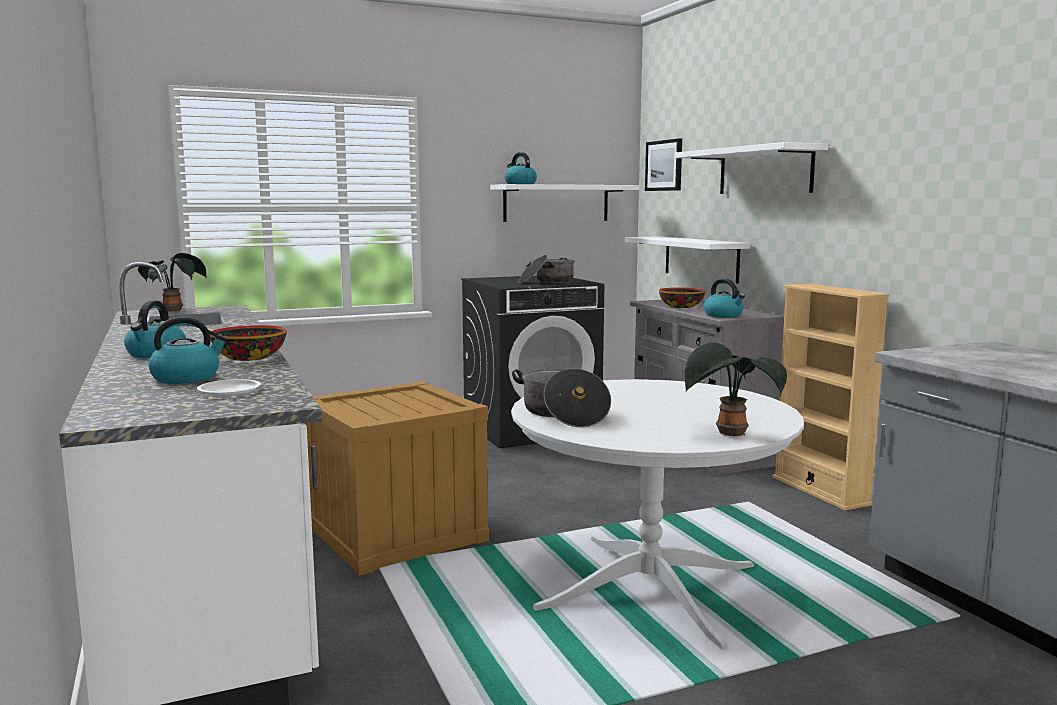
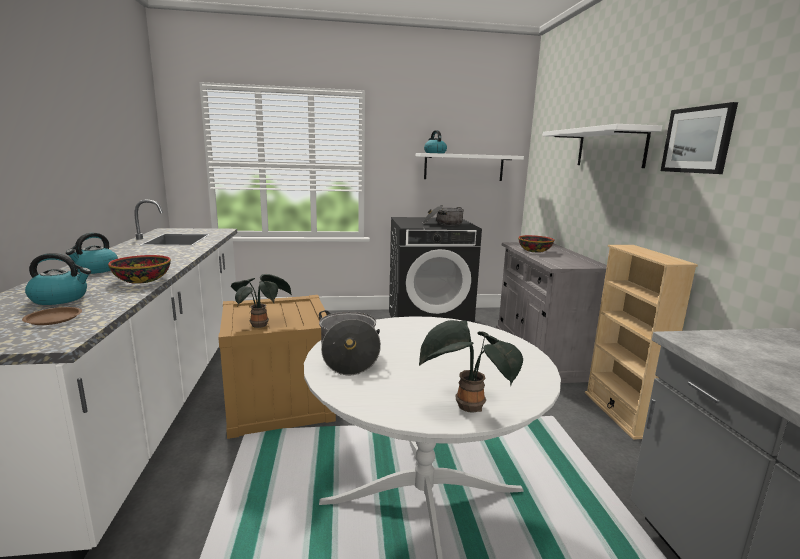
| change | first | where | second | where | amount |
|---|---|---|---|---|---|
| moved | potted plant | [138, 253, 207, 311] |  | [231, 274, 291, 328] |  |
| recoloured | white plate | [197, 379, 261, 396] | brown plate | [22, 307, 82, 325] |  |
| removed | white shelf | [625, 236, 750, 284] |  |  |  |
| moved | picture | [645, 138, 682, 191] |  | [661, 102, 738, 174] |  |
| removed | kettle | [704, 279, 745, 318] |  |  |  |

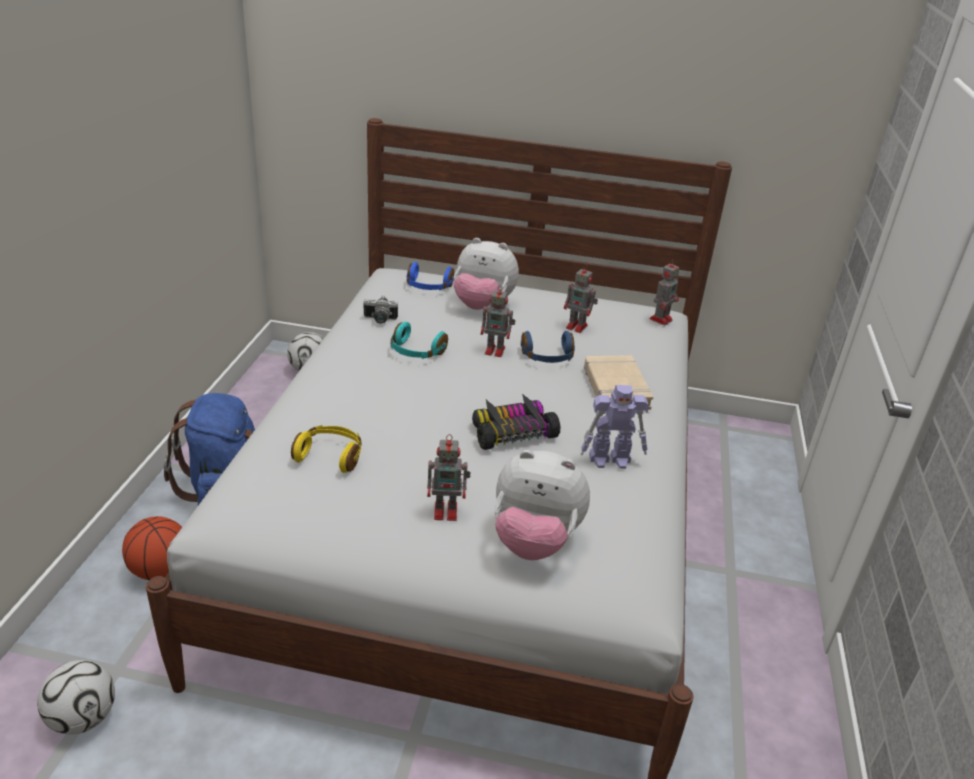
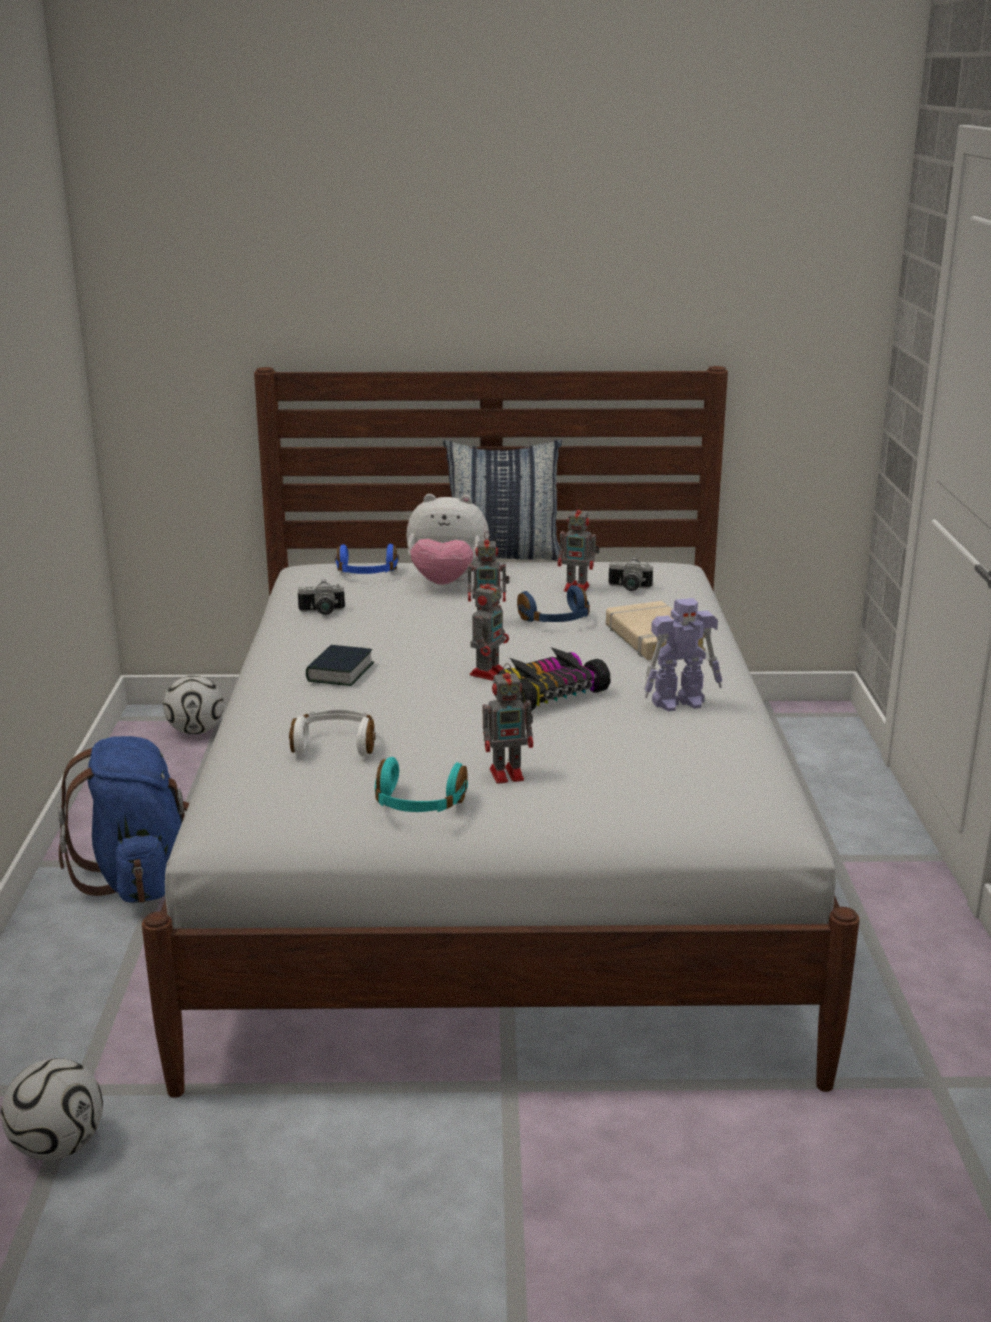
| change | first | where | second | where | amount |
|---|---|---|---|---|---|
| removed | basketball | [122, 516, 182, 580] |  |  |  |
| recoloured | yellow headphones | [291, 425, 362, 473] | white headphones | [289, 709, 376, 757] |  |
| moved | turquoise headphones | [391, 322, 448, 359] |  | [375, 757, 468, 812] |  |
| removed | plush toy | [494, 450, 590, 560] |  |  |  |
| moved | toy robot | [650, 259, 679, 325] |  | [470, 575, 509, 681] |  |
| added |  |  | book | [306, 645, 374, 686] |  |
| added |  |  | pillow | [443, 439, 562, 561] |  |
| added |  |  | photo camera | [609, 557, 653, 591] |  |

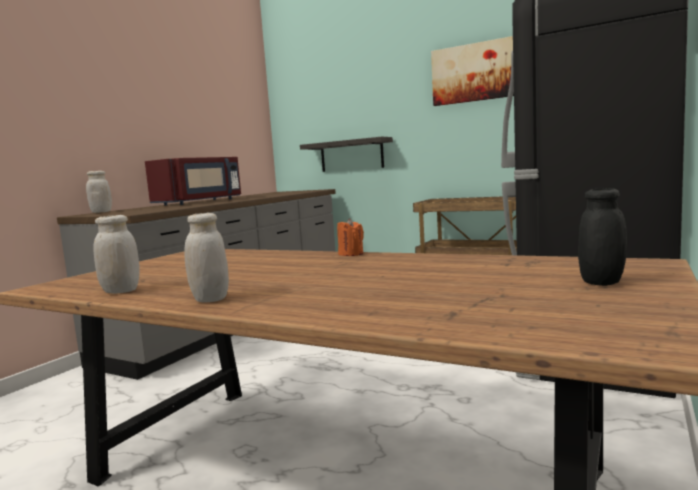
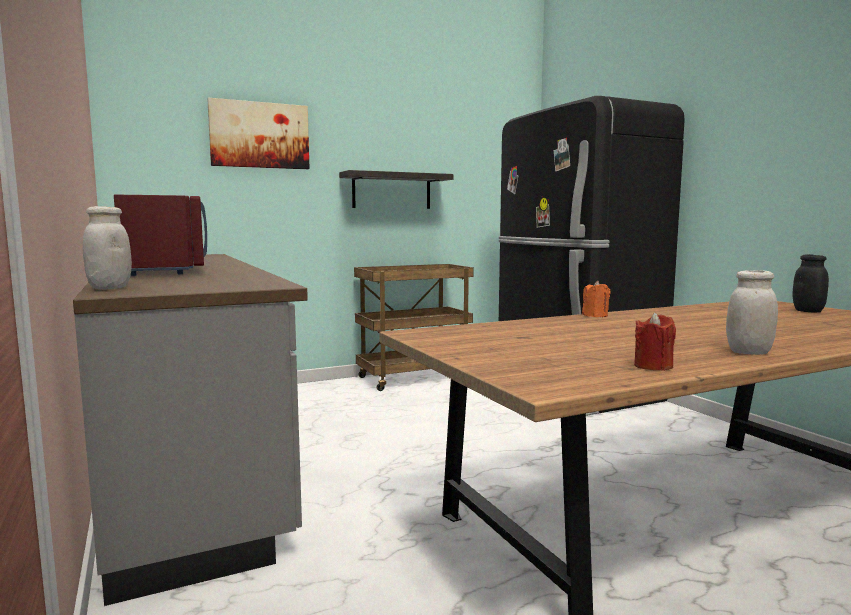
| change | first | where | second | where | amount |
|---|---|---|---|---|---|
| replaced | white jar | [93, 215, 140, 294] | red candle | [634, 312, 676, 371] |  |
| moved | shelf | [300, 137, 393, 172] |  | [339, 170, 453, 209] |  |
| moved | picture | [431, 36, 514, 106] |  | [207, 98, 310, 169] |  |

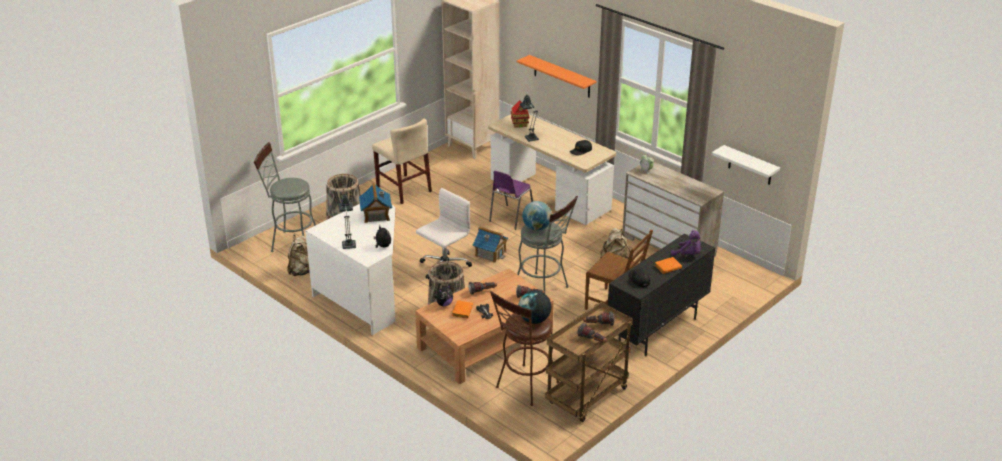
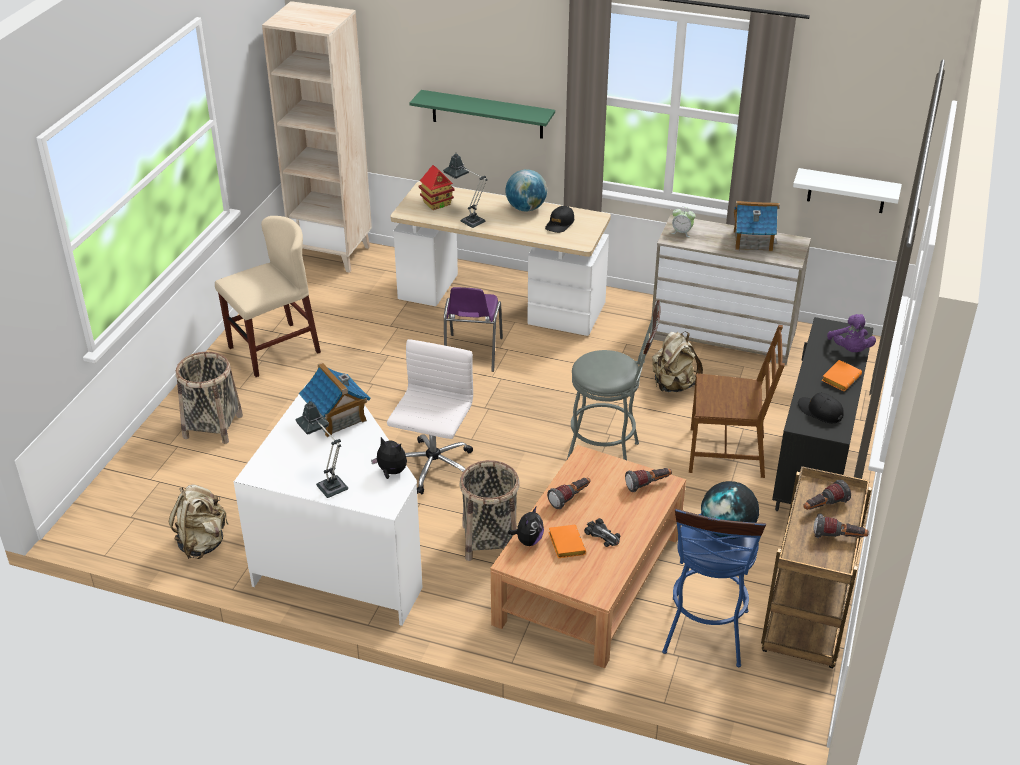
| change | first | where | second | where | amount |
|---|---|---|---|---|---|
| removed | grey stool | [254, 142, 316, 252] |  |  |  |
| turned | beige chair | [372, 119, 432, 204] |  | [215, 216, 321, 377] | 60 degrees counterclockwise |
| moved | toy house | [473, 227, 508, 263] |  | [734, 201, 780, 252] |  |
| recoloured | brown stool | [490, 291, 559, 406] | blue stool | [662, 508, 766, 667] |  |
| recoloured | orange shelf | [517, 55, 597, 98] | green shelf | [410, 90, 555, 139] |  |
| moved | globe | [522, 201, 552, 231] |  | [506, 169, 547, 211] |  |
| turned | purple plush toy | [671, 230, 701, 256] |  | [827, 314, 876, 352] | 75 degrees clockwise |

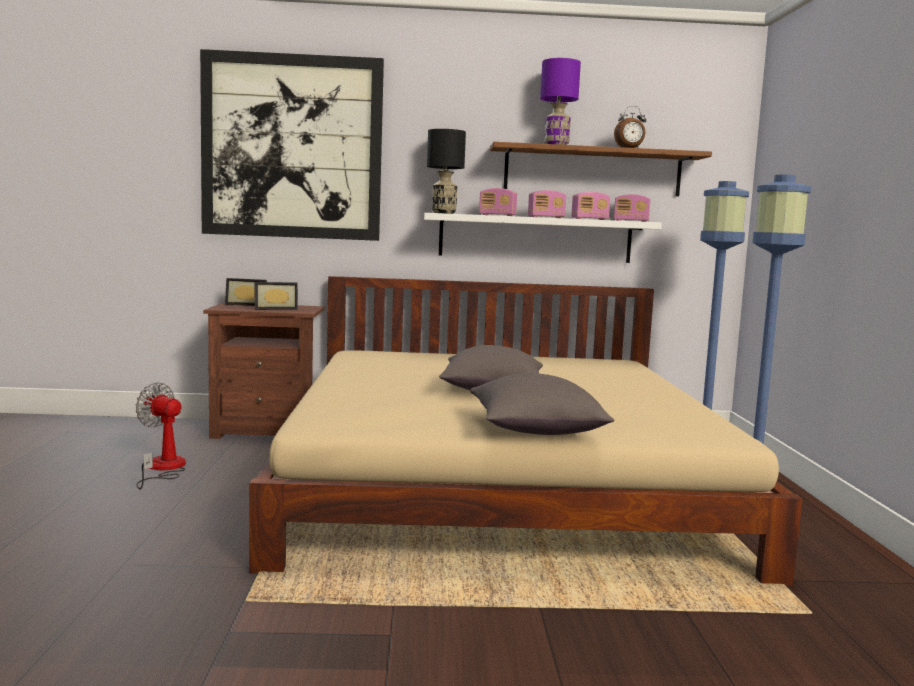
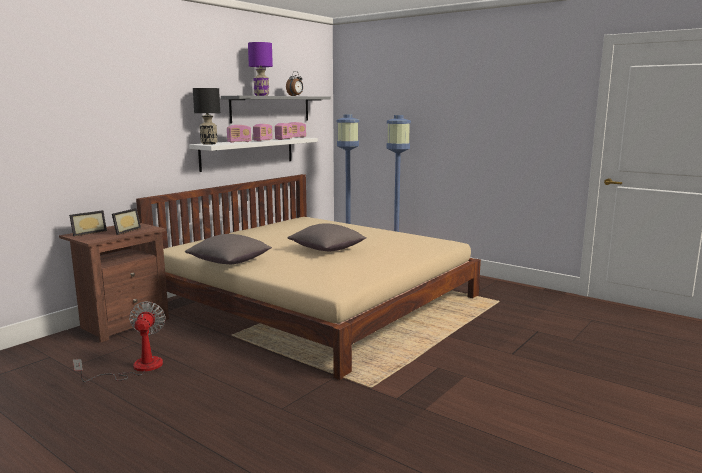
| change | first | where | second | where | amount |
|---|---|---|---|---|---|
| turned | fan | [136, 382, 186, 489] |  | [73, 301, 166, 382] | 105 degrees clockwise |
| removed | picture | [200, 49, 384, 241] |  |  |  |
| moved | grey pillow | [470, 373, 614, 435] |  | [185, 234, 272, 264] |  |
| recoloured | brown shelf | [490, 142, 712, 196] | grey shelf | [221, 96, 331, 124] |  |

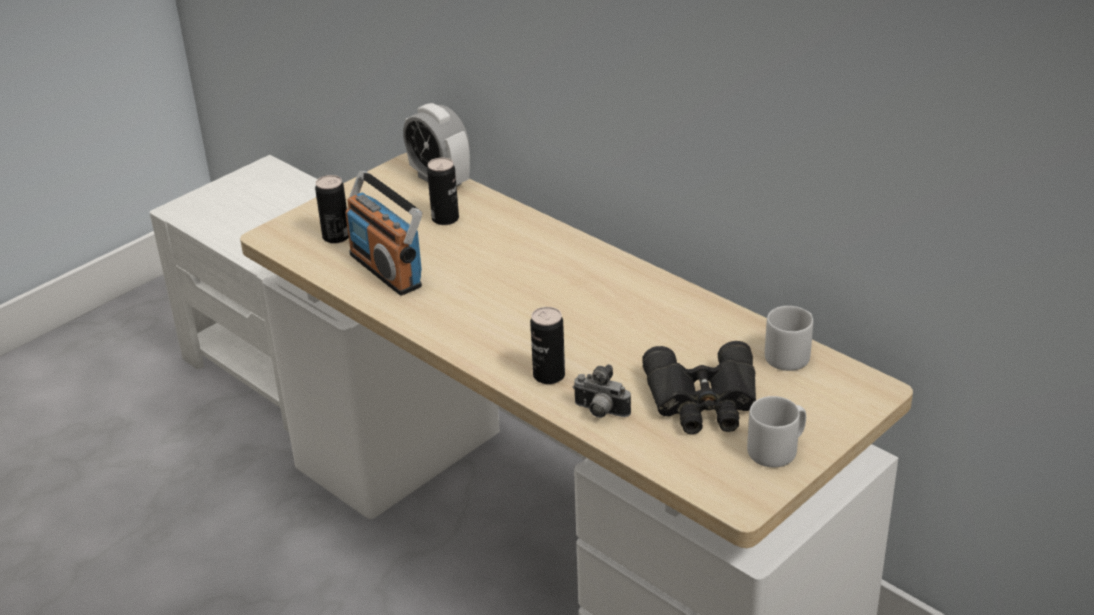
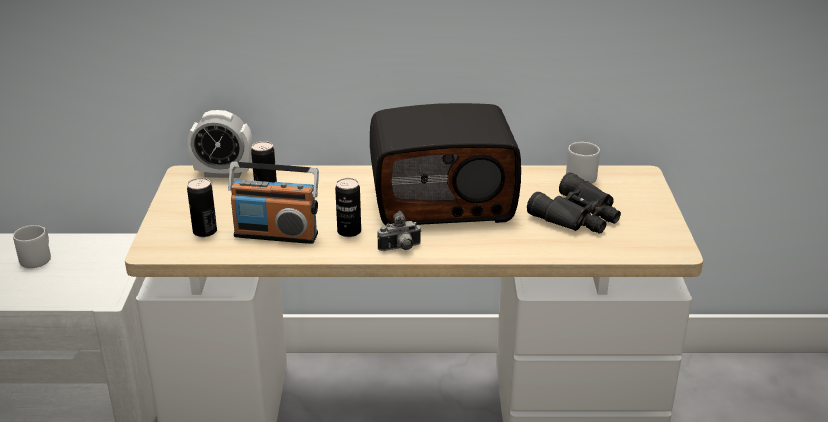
| change | first | where | second | where | amount |
|---|---|---|---|---|---|
| moved | can | [530, 307, 565, 384] |  | [335, 178, 361, 237] |  |
| moved | photo camera | [573, 364, 631, 418] |  | [377, 211, 422, 251] |  |
| moved | grey mug | [747, 396, 806, 468] |  | [13, 225, 51, 268] |  |
| added |  |  | radio | [370, 103, 521, 225] |  |

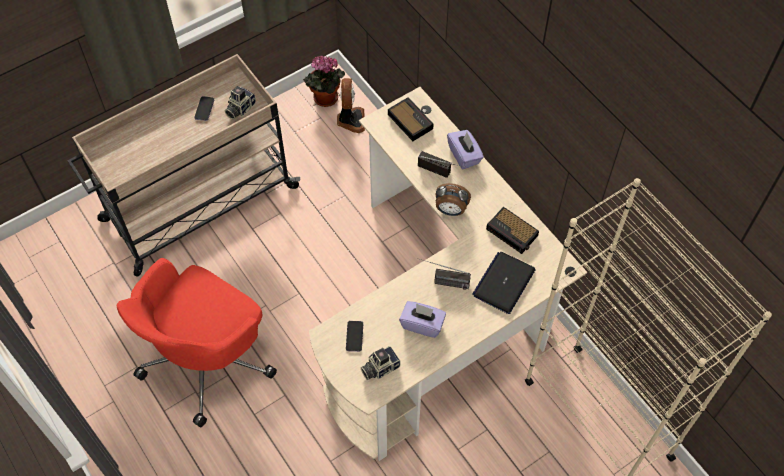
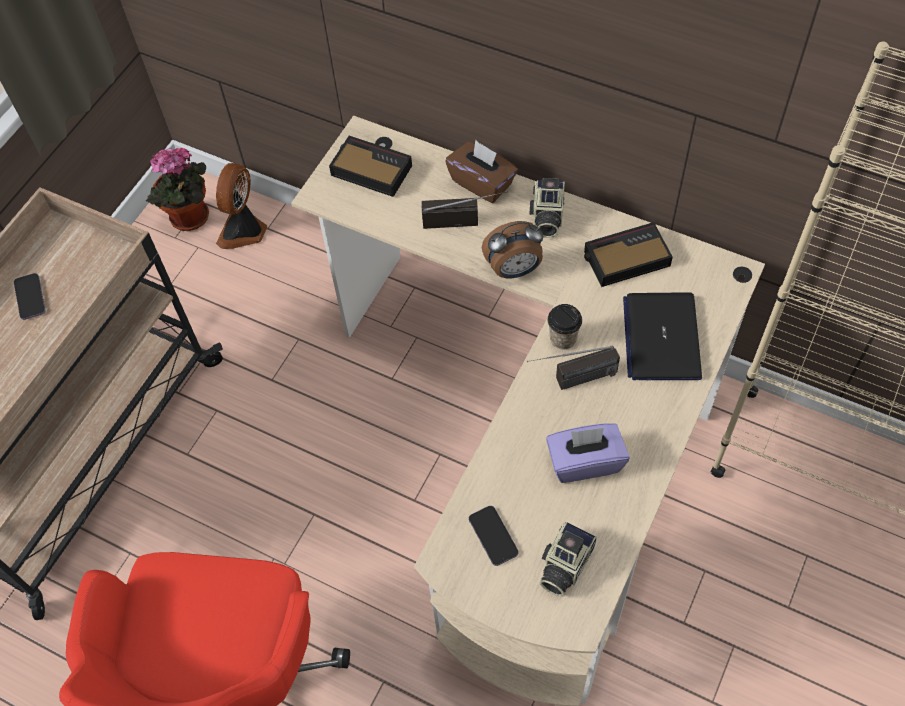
| change | first | where | second | where | amount |
|---|---|---|---|---|---|
| moved | photo camera | [225, 86, 256, 119] |  | [529, 178, 565, 237] |  |
| turned | fan | [337, 78, 365, 133] |  | [216, 163, 267, 249] | 135 degrees counterclockwise |
| recoloured | purple tissue box | [447, 130, 484, 169] | brown tissue box | [445, 140, 518, 203] |  |
| turned | alarm clock | [486, 207, 539, 254] |  | [584, 222, 673, 287] | 150 degrees clockwise |
| added |  |  | cup | [548, 304, 582, 350] |  |

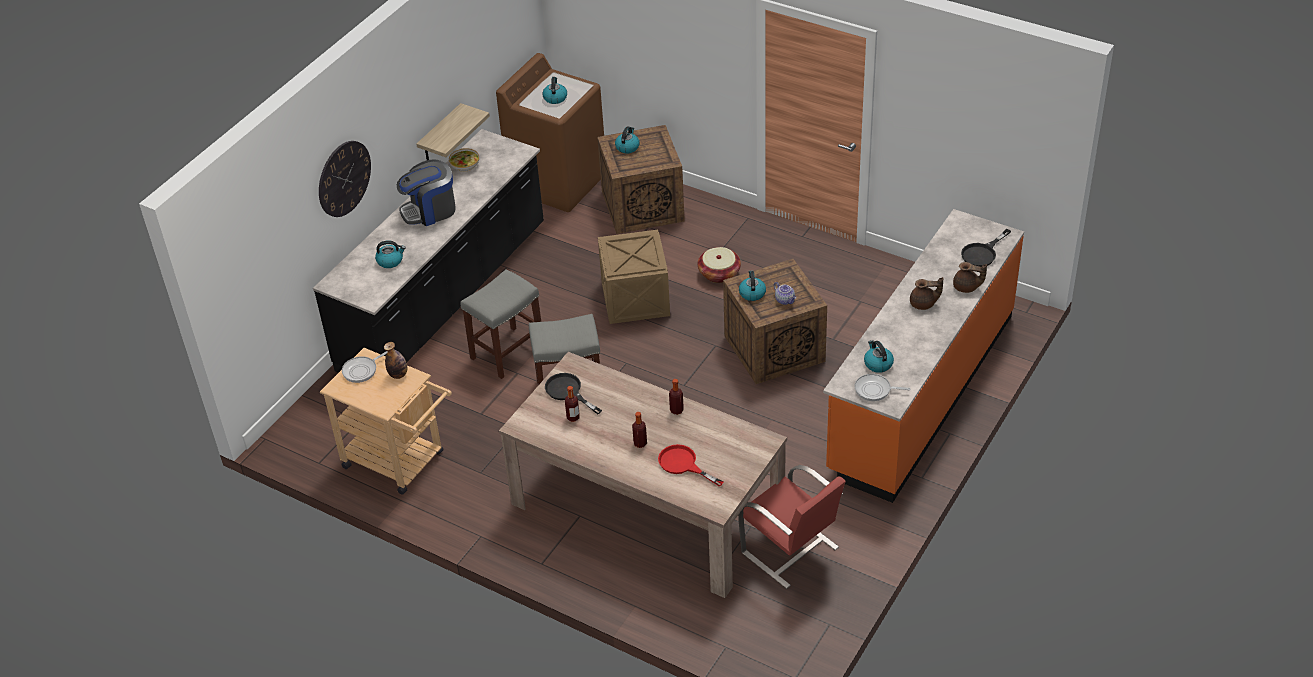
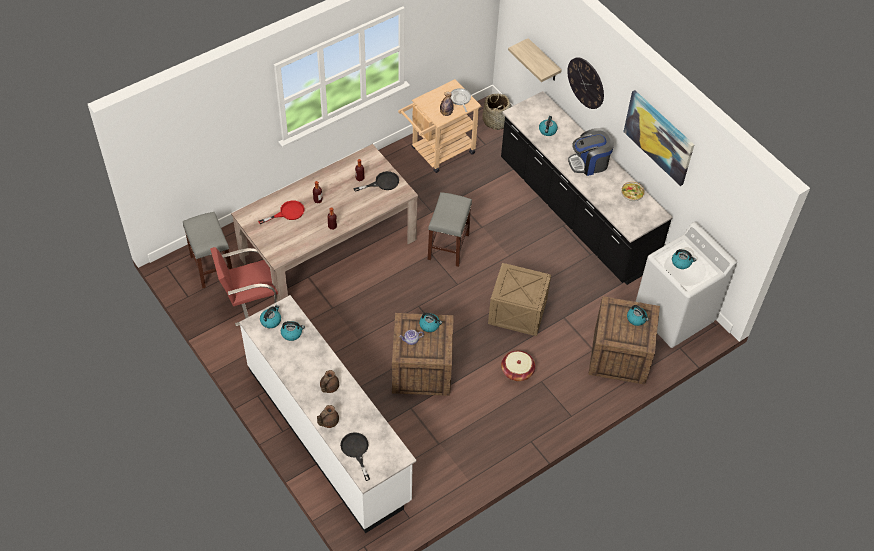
| change | first | where | second | where | amount |
|---|---|---|---|---|---|
| turned | coffee machine | [397, 159, 456, 226] |  | [568, 128, 614, 176] | 105 degrees counterclockwise |
| moved | shelf | [416, 103, 490, 160] |  | [508, 38, 562, 82] |  |
| moved | grey stool | [460, 269, 541, 379] |  | [183, 212, 232, 288] |  |
| recoloured | brown washing machine | [496, 53, 604, 212] | white washing machine | [636, 222, 737, 348] |  |
| recoloured | orange counter | [823, 209, 1024, 503] | white counter | [239, 295, 417, 533] |  |
| replaced | frying pan | [855, 374, 911, 401] | kettle | [260, 305, 281, 328] |  |
| added |  |  | basket | [482, 94, 511, 130] |  |
| added |  |  | picture | [623, 90, 694, 186] |  |

